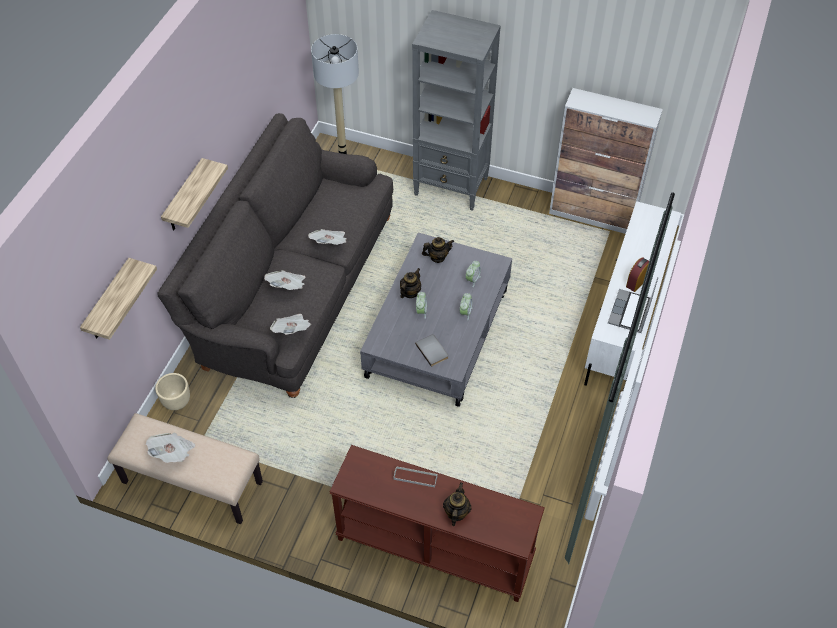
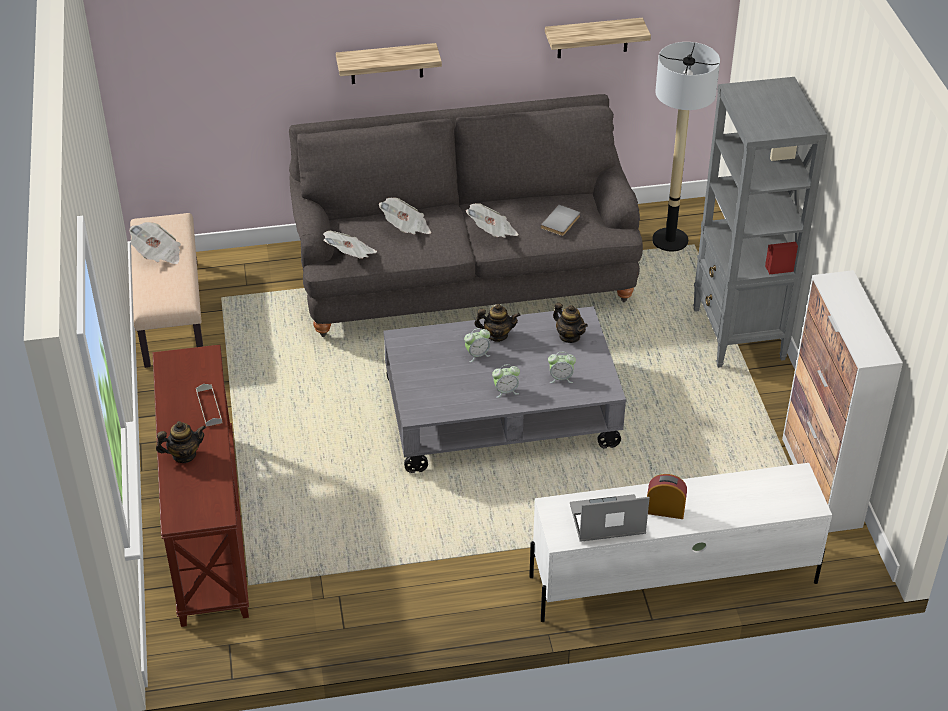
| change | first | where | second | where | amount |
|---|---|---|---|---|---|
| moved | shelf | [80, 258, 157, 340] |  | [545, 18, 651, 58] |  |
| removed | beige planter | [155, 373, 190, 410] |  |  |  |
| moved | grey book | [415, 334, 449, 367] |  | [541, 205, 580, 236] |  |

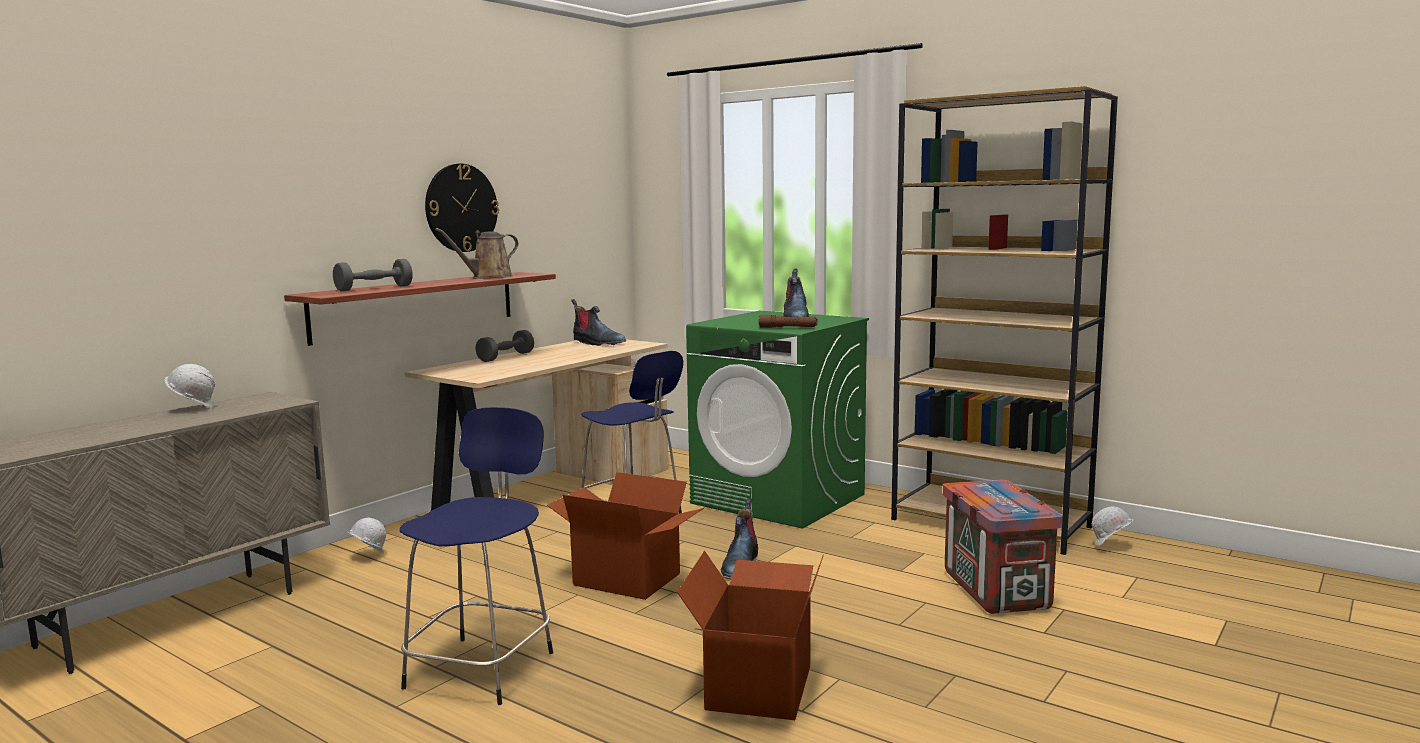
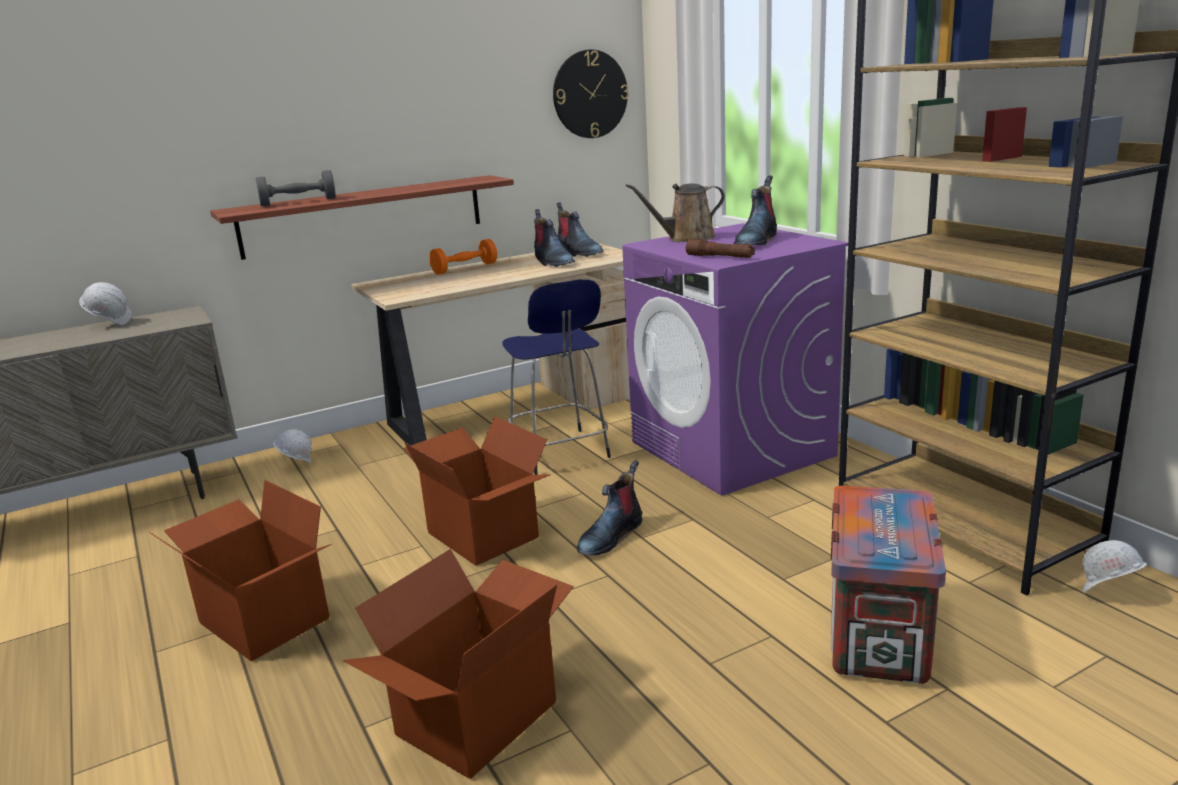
| change | first | where | second | where | amount |
|---|---|---|---|---|---|
| replaced | blue stool | [400, 407, 553, 705] | cardboard box | [149, 480, 332, 662] |  |
| moved | wall clock | [425, 164, 499, 252] |  | [553, 50, 629, 138] |  |
| moved | brown watering can | [435, 228, 519, 279] |  | [626, 183, 725, 242] |  |
| recoloured | grey dumbbell | [475, 330, 534, 362] | orange dumbbell | [429, 239, 497, 275] |  |
| recoloured | green washing machine | [686, 311, 869, 529] | purple washing machine | [622, 223, 848, 496] |  |
| added |  |  | boot | [534, 209, 575, 267] |  |

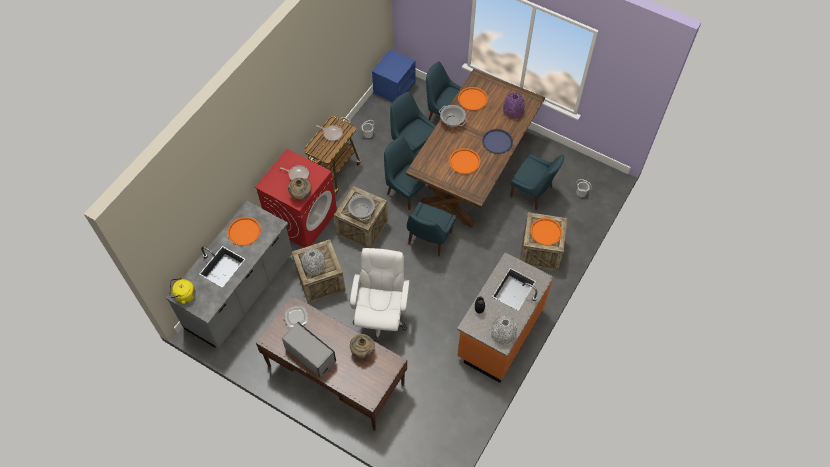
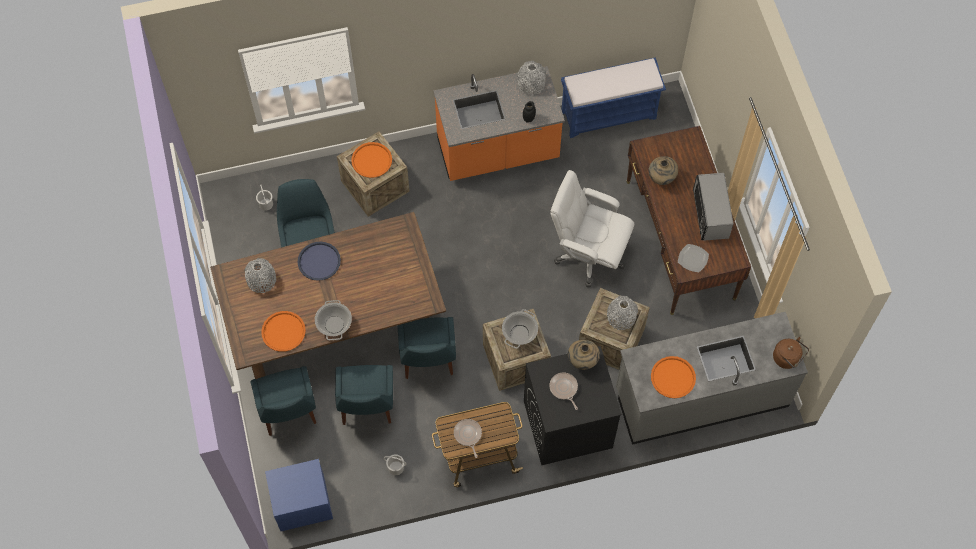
| change | first | where | second | where | amount |
|---|---|---|---|---|---|
| recoloured | yellow kettle | [169, 278, 196, 304] | brown kettle | [773, 337, 809, 369] |  |
| recoloured | red washing machine | [255, 149, 337, 248] | black washing machine | [524, 346, 622, 465] |  |
| turned | white office chair | [350, 248, 410, 344] |  | [550, 170, 634, 287] | 60 degrees clockwise |
| removed | blue chair | [407, 202, 456, 256] |  |  |  |
| removed | orange tray | [449, 148, 480, 174] |  |  |  |
| recoloured | purple vase | [503, 93, 525, 119] | grey vase | [244, 258, 276, 293] |  |
| added |  |  | blue bench | [561, 57, 666, 138] |  |

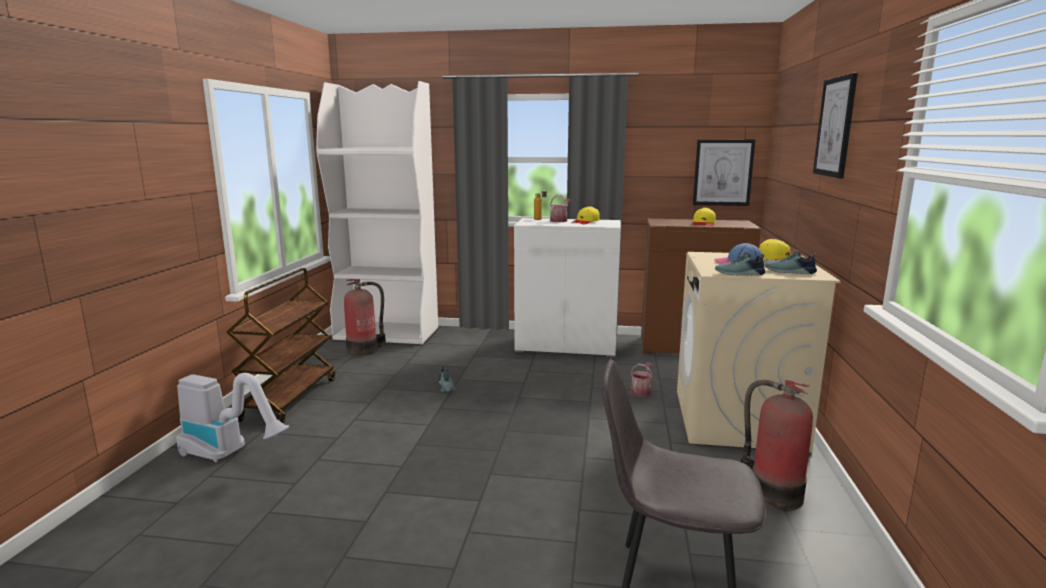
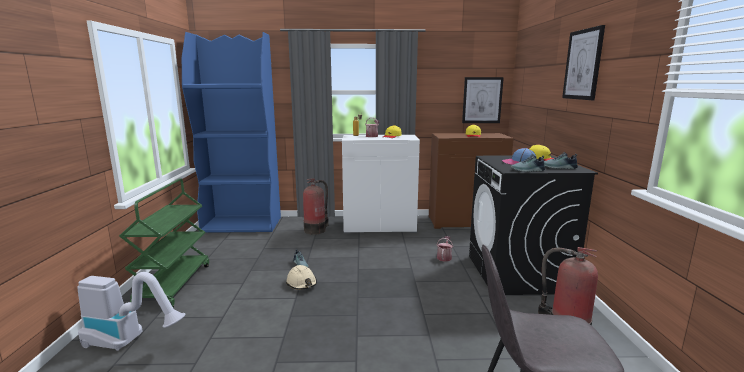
| change | first | where | second | where | amount |
|---|---|---|---|---|---|
| recoloured | brown cart | [227, 268, 335, 424] | green cart | [119, 179, 209, 308] |  |
| recoloured | white bookcase | [316, 81, 438, 344] | blue bookcase | [182, 32, 281, 233] |  |
| moved | fire extinguisher | [344, 279, 386, 356] |  | [303, 178, 329, 235] |  |
| recoloured | beige washing machine | [677, 252, 841, 452] | black washing machine | [469, 155, 598, 295] |  |
| added |  |  | beige hard hat | [286, 265, 317, 290] |  |

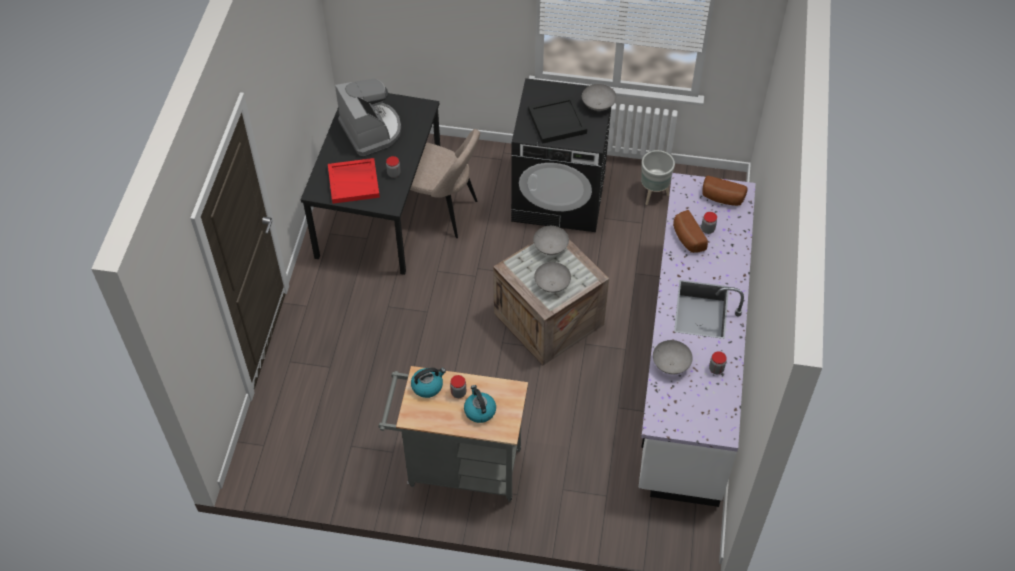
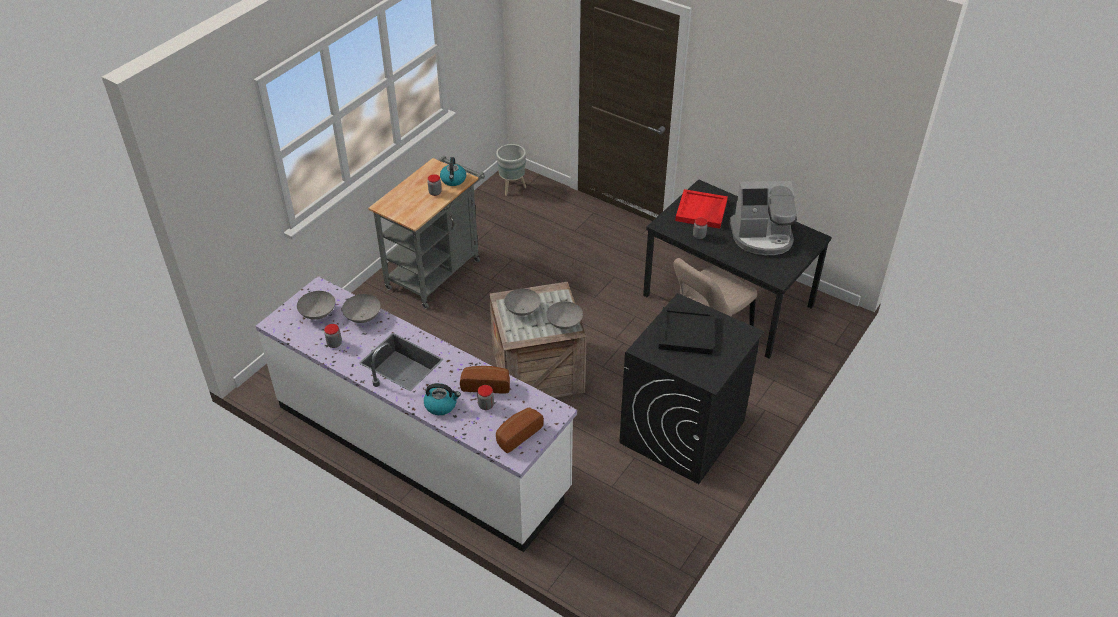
| change | first | where | second | where | amount |
|---|---|---|---|---|---|
| moved | kettle | [464, 385, 496, 423] |  | [424, 383, 461, 415] |  |
| moved | grey bowl | [582, 84, 616, 111] |  | [297, 291, 335, 320] |  |
| moved | grey planter | [641, 150, 675, 205] |  | [496, 144, 526, 196] |  |

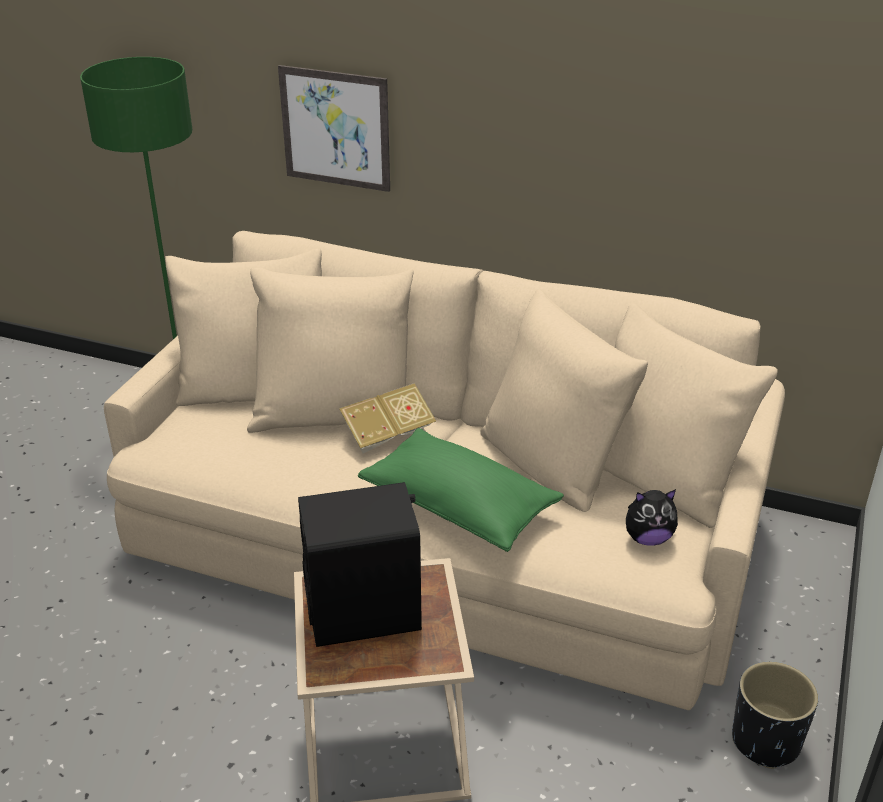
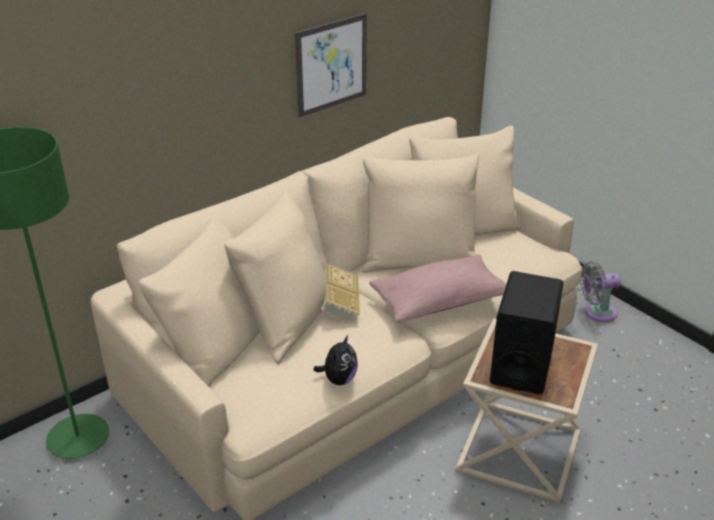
| change | first | where | second | where | amount |
|---|---|---|---|---|---|
| moved | picture | [278, 65, 390, 192] |  | [295, 13, 367, 117] |  |
| recoloured | green pillow | [358, 428, 564, 552] | pink pillow | [369, 254, 506, 323] |  |
| moved | plush toy | [626, 489, 678, 546] |  | [313, 335, 358, 385] |  |
| replaced | black planter | [732, 662, 818, 769] | grey fan | [580, 261, 621, 322] |  |

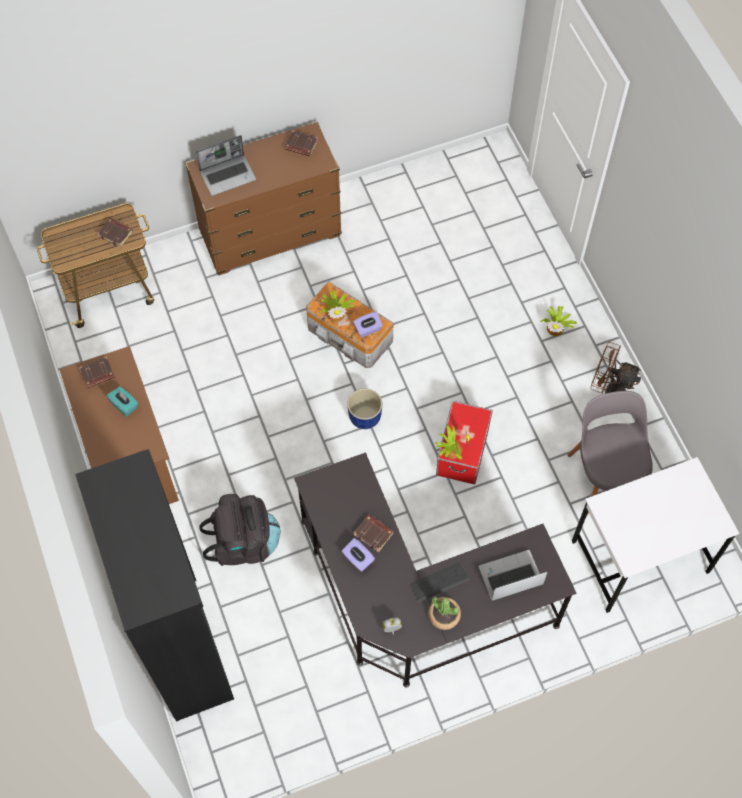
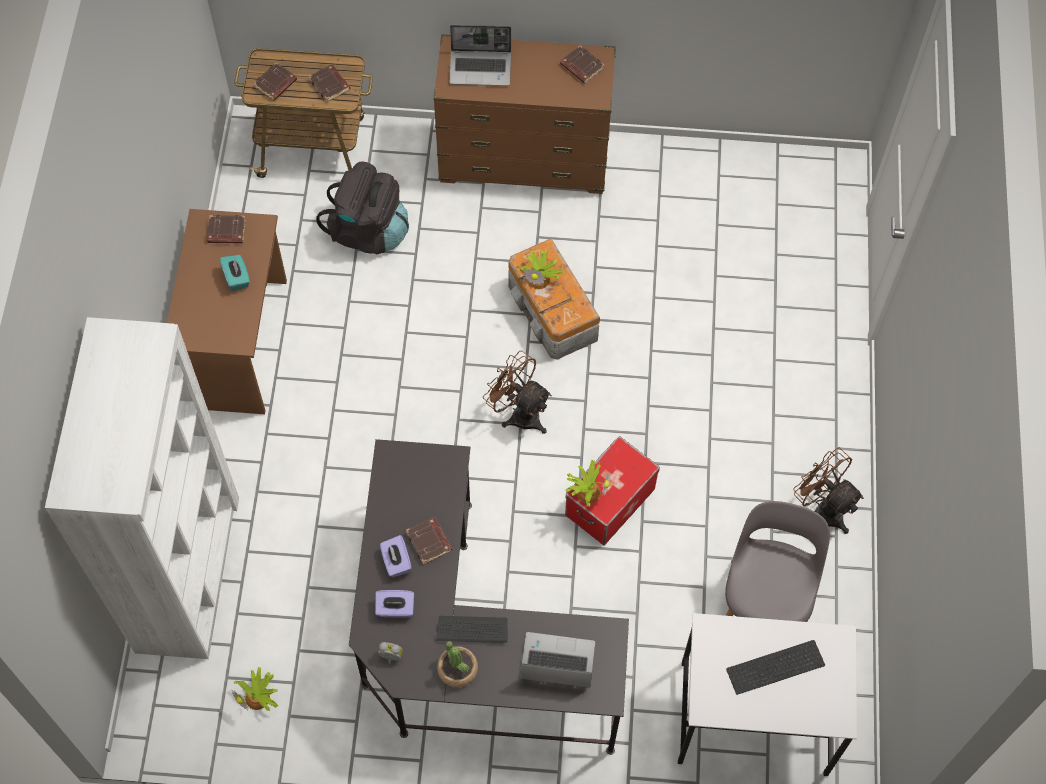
| change | first | where | second | where | amount |
|---|---|---|---|---|---|
| recoloured | black bookcase | [75, 449, 234, 722] | white bookcase | [45, 317, 239, 659] |  |
| moved | black backpack | [199, 494, 281, 566] |  | [316, 161, 409, 254] |  |
| replaced | blue planter | [347, 388, 382, 429] | brown fan | [483, 350, 552, 434] |  |
| moved | purple tissue box | [353, 312, 383, 337] |  | [375, 590, 414, 617] |  |
| moved | potted plant | [540, 306, 577, 336] |  | [231, 667, 278, 711] |  |
| added |  |  | brown book | [253, 62, 297, 101] |  |
| added |  |  | keyboard | [726, 640, 825, 695] |  |

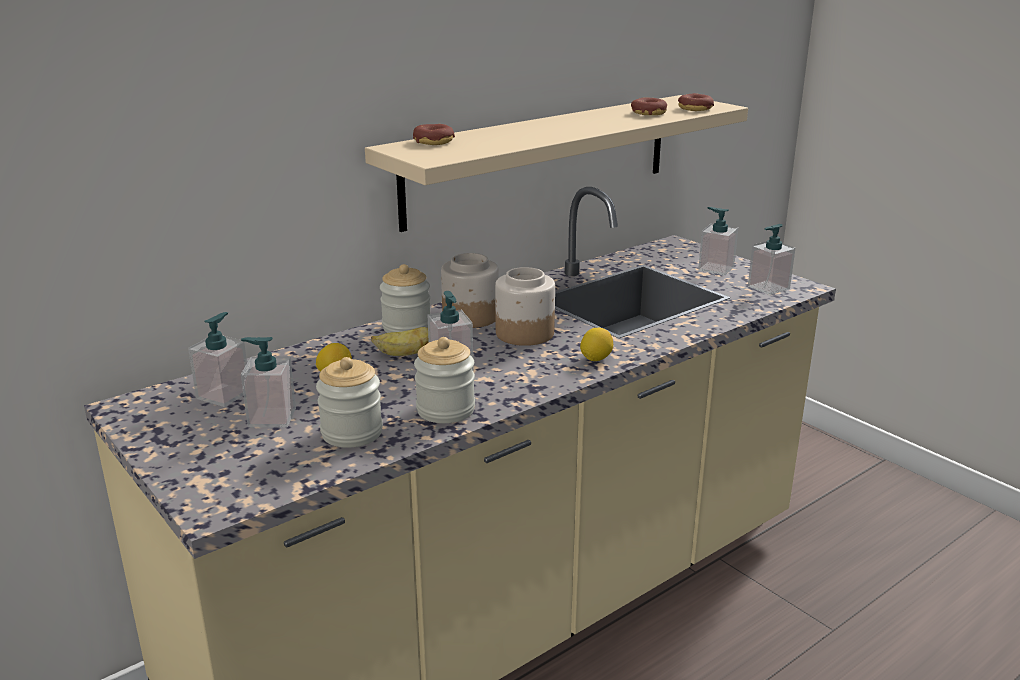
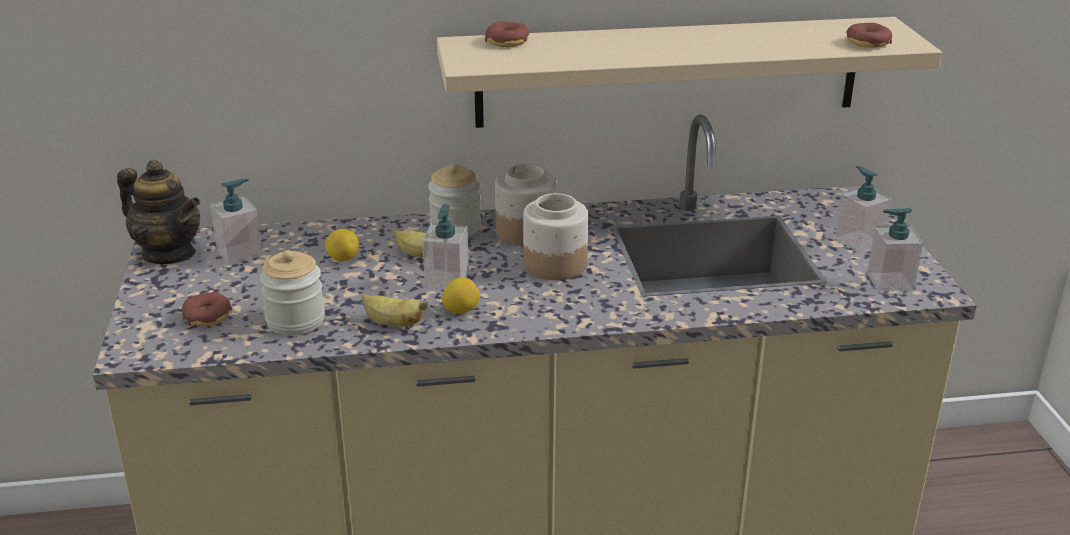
| change | first | where | second | where | amount |
|---|---|---|---|---|---|
| removed | soap dispenser | [241, 337, 296, 428] |  |  |  |
| replaced | jar | [414, 337, 475, 423] | banana | [362, 294, 428, 326] |  |
| moved | lemon | [580, 328, 613, 361] |  | [442, 278, 480, 314] |  |
| moved | donut | [631, 97, 667, 115] |  | [182, 292, 232, 326] |  |
| added |  |  | teapot | [117, 160, 200, 264] |  |

